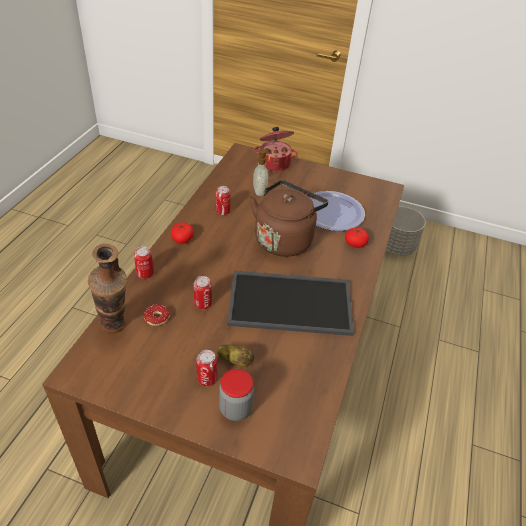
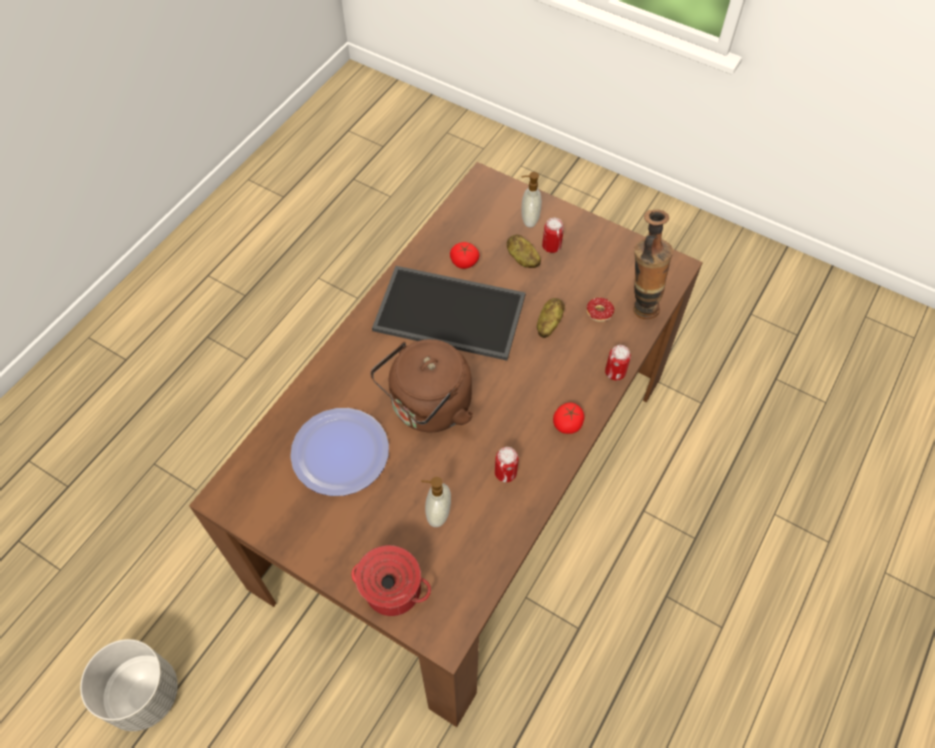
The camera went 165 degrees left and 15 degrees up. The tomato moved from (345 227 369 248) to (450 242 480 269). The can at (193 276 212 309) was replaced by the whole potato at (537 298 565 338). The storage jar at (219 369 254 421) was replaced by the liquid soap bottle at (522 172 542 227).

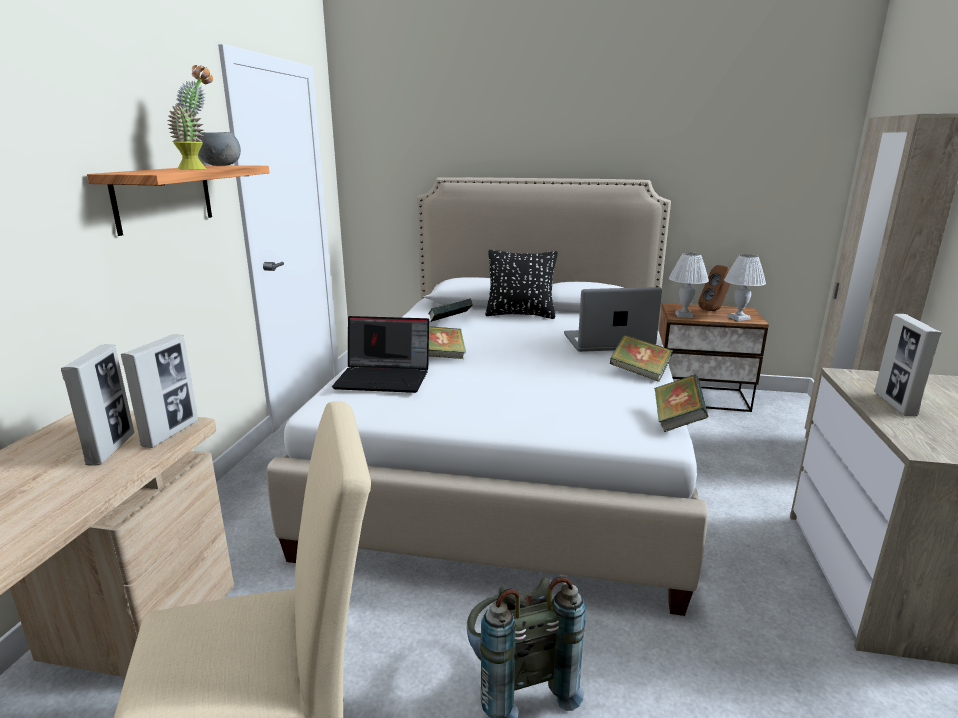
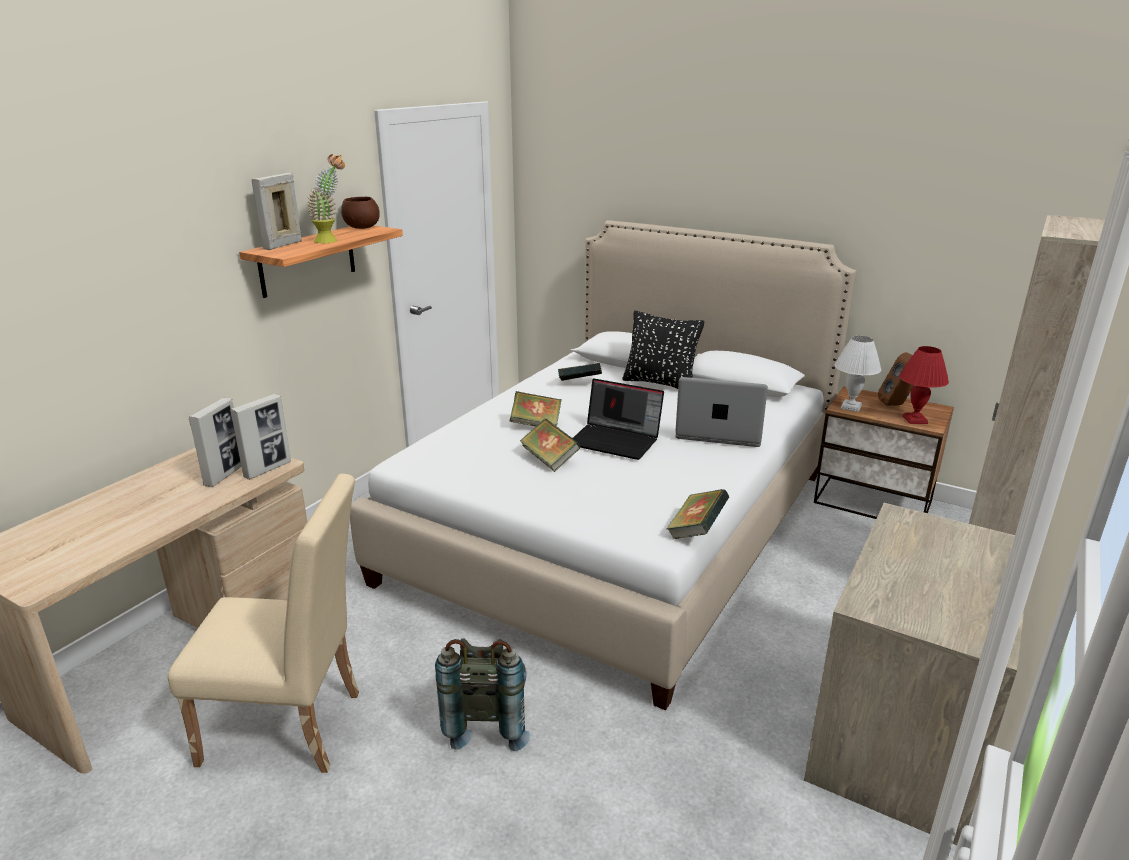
The camera went 20 degrees right and 5 degrees up. The greyish deep dish at (197 132 241 166) became the brownish deep dish at (341 197 380 229). The whitish tabletop lamp at (724 254 766 321) became the red tabletop lamp at (899 346 949 424). The photo frame moved from (874 314 942 416) to (252 173 302 250). The laptop moved from (332 316 429 393) to (573 378 664 460). The book moved from (610 334 673 382) to (520 419 581 472).

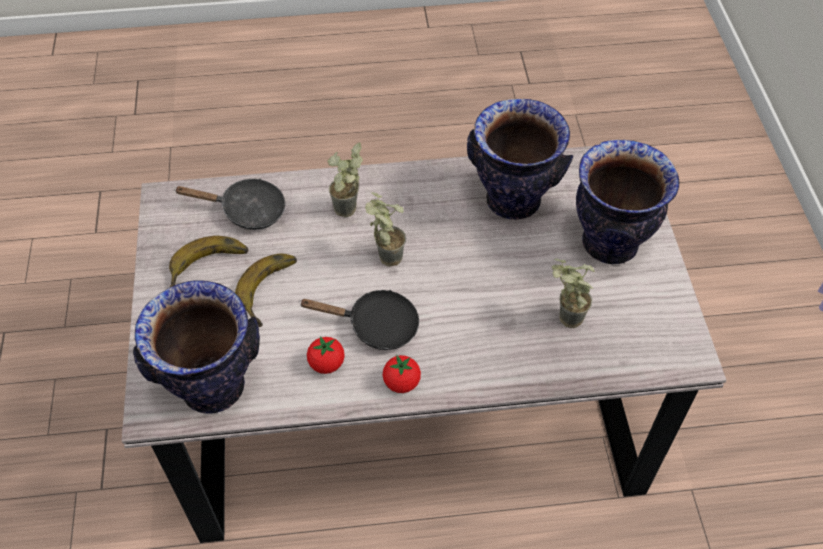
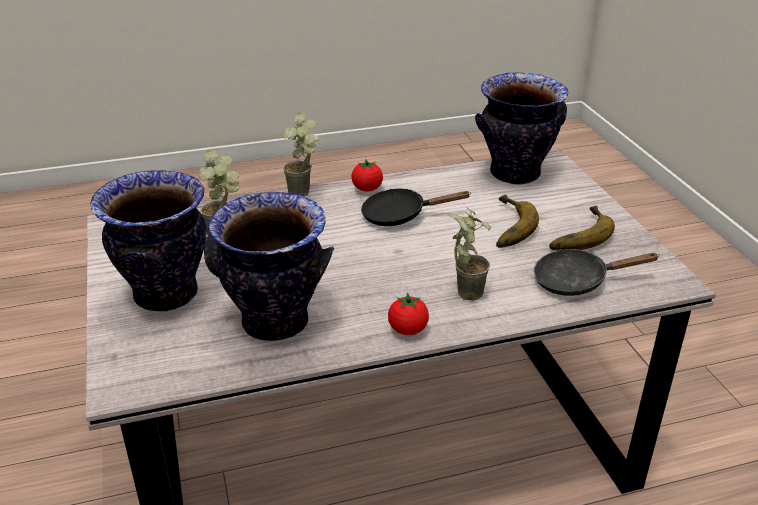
The camera went 170 degrees right and 20 degrees down. The plant in a pot moved from (365 192 406 267) to (283 112 319 196). The tomato moved from (307 336 345 374) to (388 293 429 335).

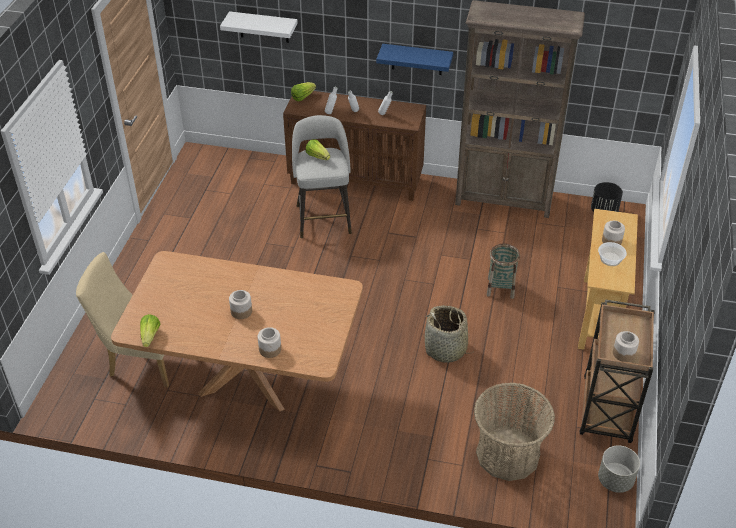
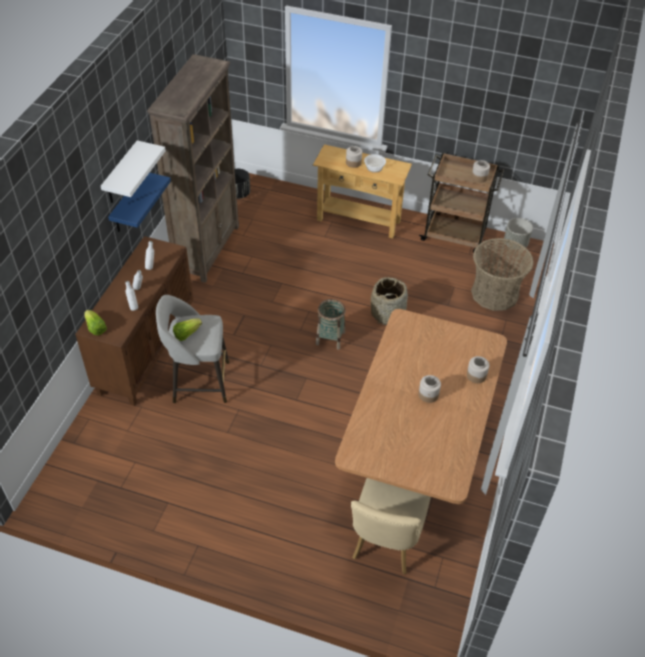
The camera went 85 degrees left and 5 degrees up. The whitish shelf moved from (220 11 298 43) to (101 140 166 203). The household basket moved from (487 244 520 299) to (316 299 346 350). The lettuce head at (140 314 161 347) disappeared.

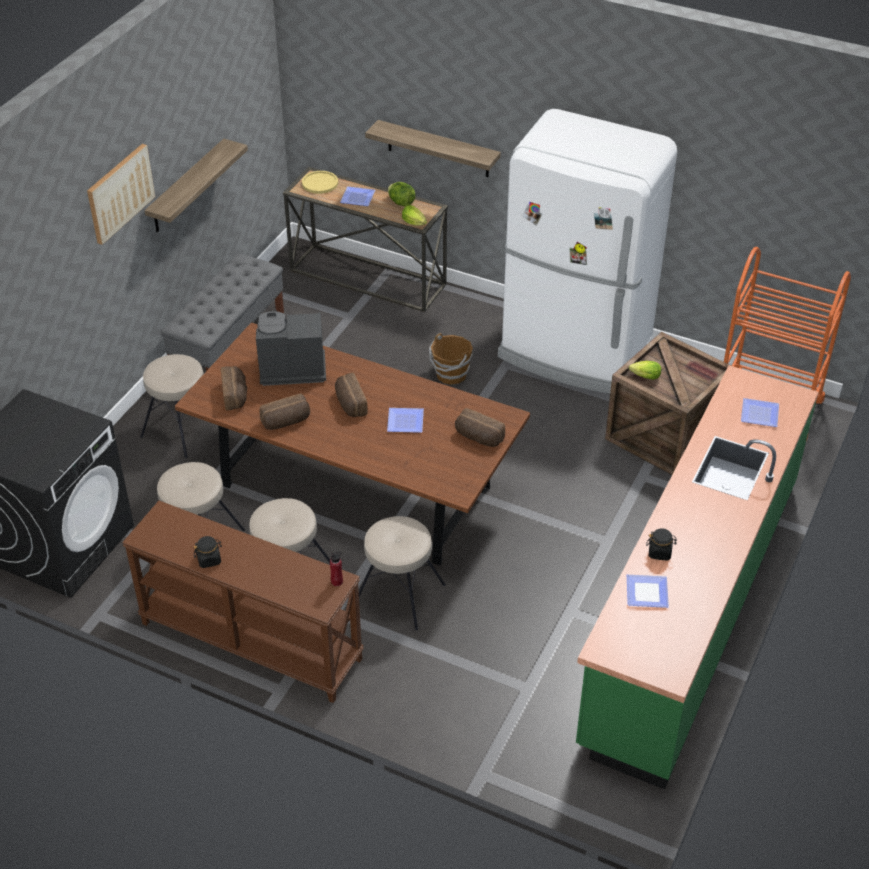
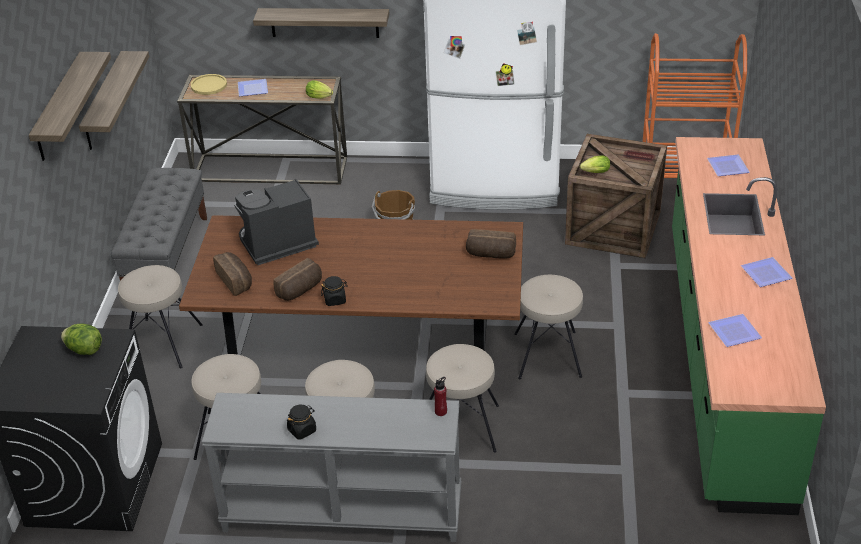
The camera went 20 degrees left and 5 degrees down. The wall picture at (87 144 155 245) was replaced by the shelf at (29 52 111 161). The lettuce head moved from (388 182 415 207) to (61 323 102 355). The bakery bread at (335 373 368 417) disappeared. The plate moved from (387 408 424 433) to (741 257 793 287). The brownish console table at (122 501 364 703) became the greyish console table at (202 393 461 542). The blackish storage jar moved from (646 529 677 561) to (321 276 348 306). The sand-coloured sitting stool at (514 275 583 379) appeared.

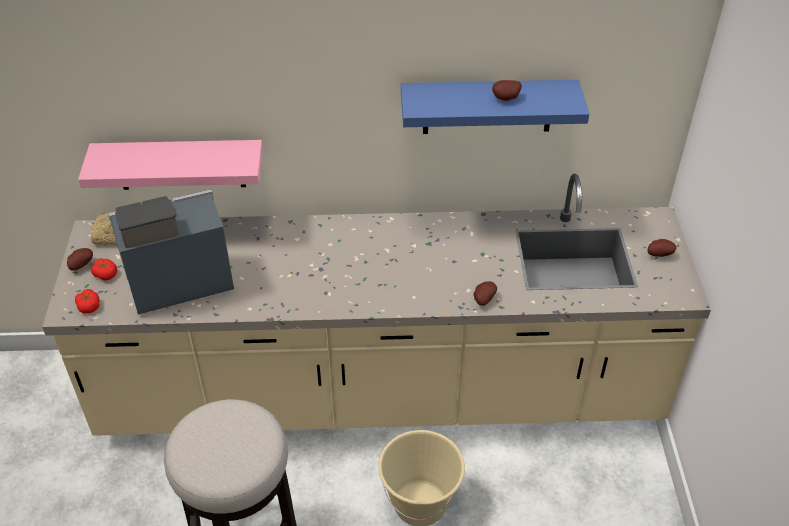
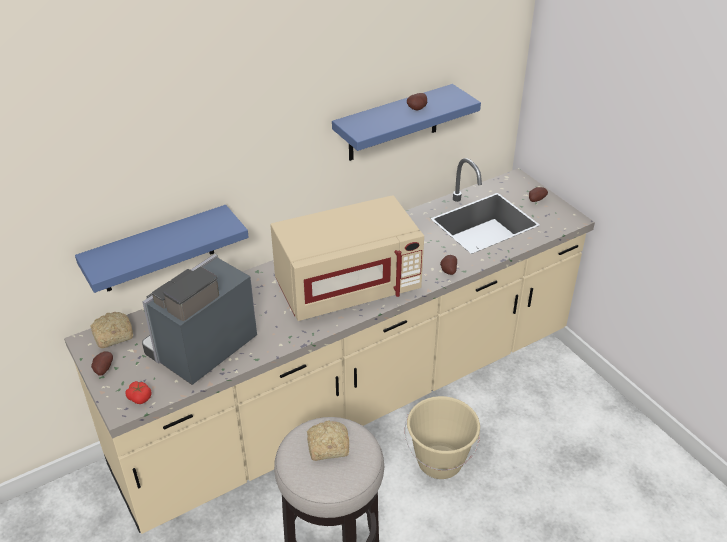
The camera went 30 degrees left and 5 degrees down. The pink shelf at (78 140 263 190) became the bluish shelf at (75 205 249 293). The tomato at (91 258 117 280) disappeared. The sand-coloured microwave oven at (270 195 424 321) appeared. The bakery bread at (307 420 349 461) appeared.

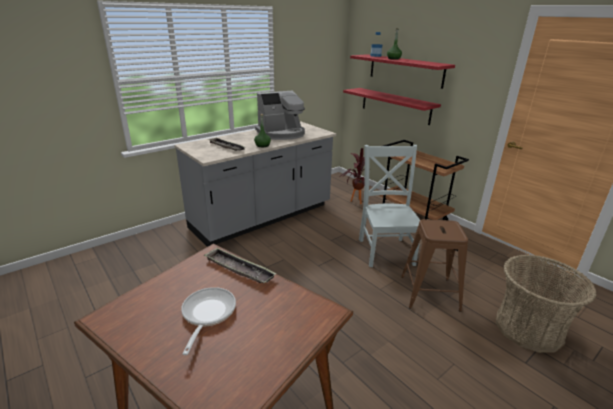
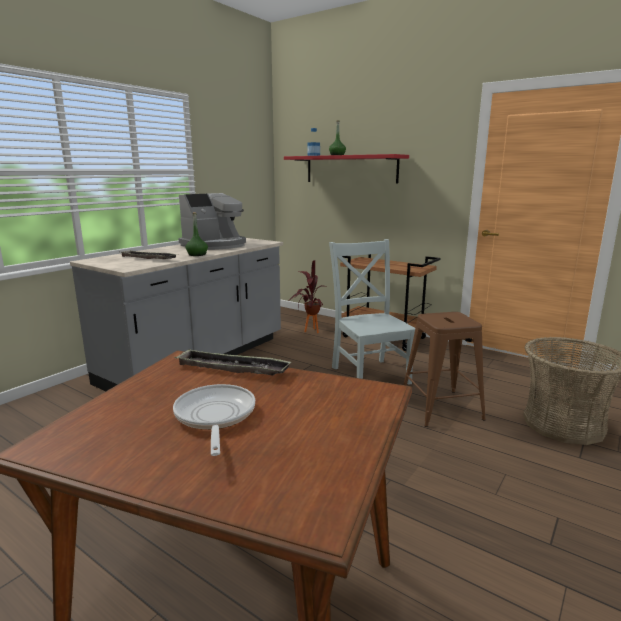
The camera went 15 degrees left and 10 degrees down. The red shelf at (343 88 441 125) disappeared.

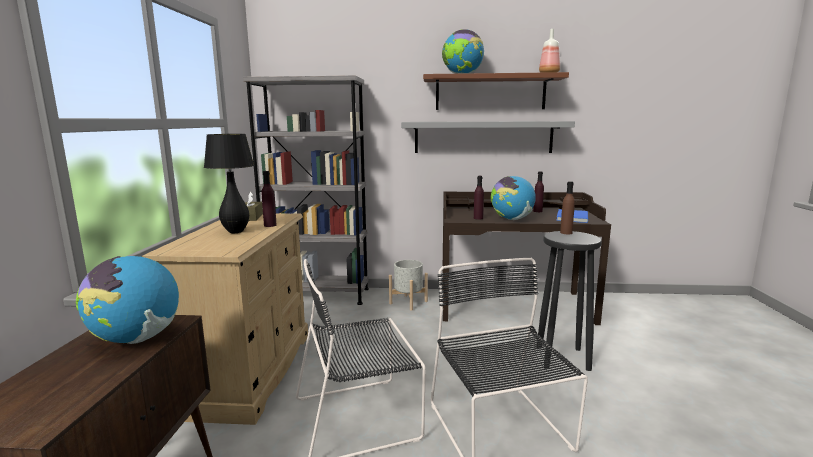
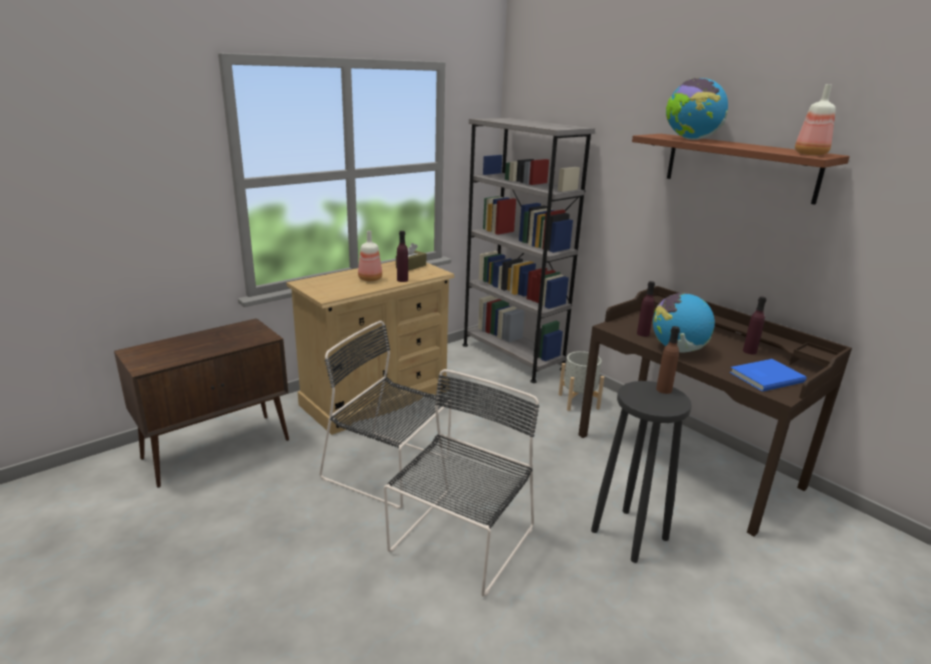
The camera went 45 degrees right and 10 degrees up. The greyish shelf at (401 121 575 153) disappeared. The blackish tabletop lamp at (204 134 254 233) was replaced by the beverage bottle at (358 230 382 281). The desk globe at (76 256 179 344) disappeared.

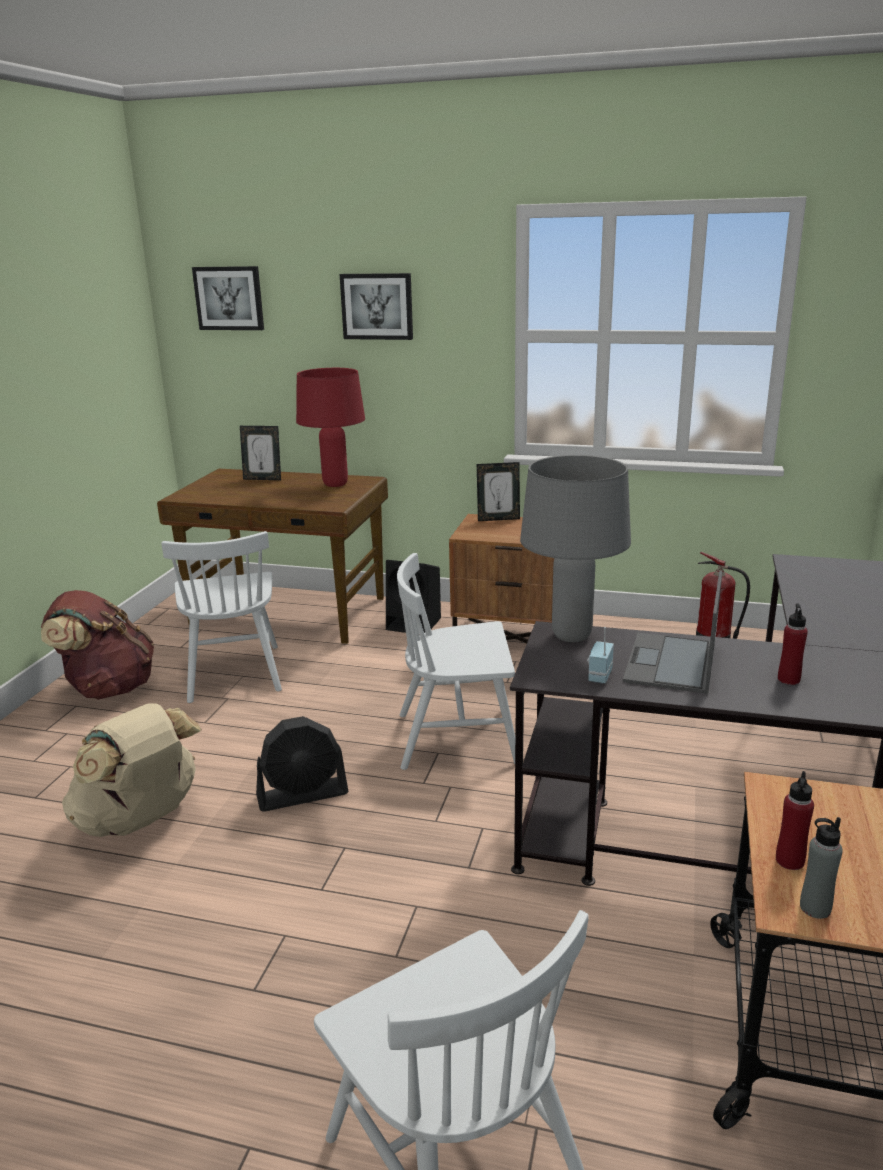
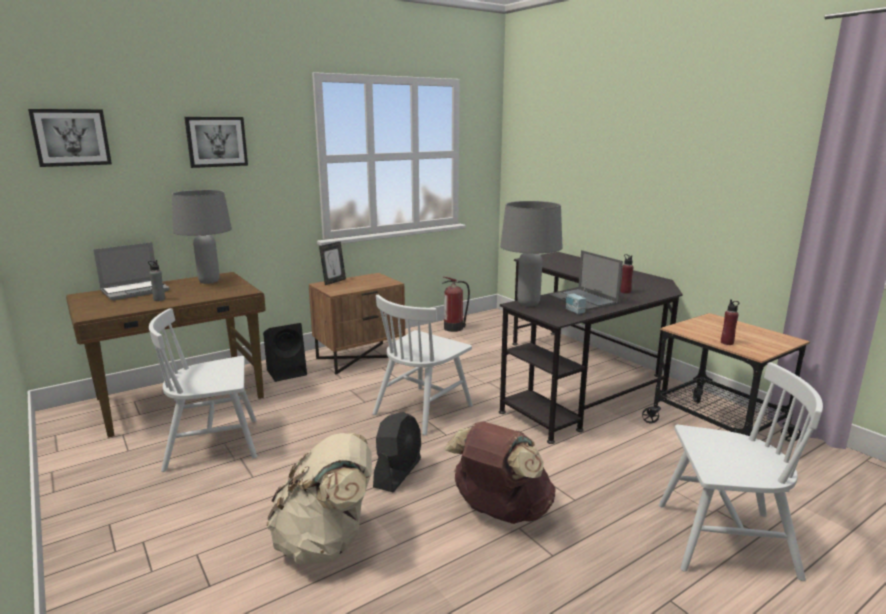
The camera went 50 degrees left and 5 degrees down. The red tabletop lamp at (296 368 365 487) became the greyish tabletop lamp at (172 190 232 284). The photo frame at (240 426 281 480) was replaced by the laptop at (93 242 170 301). The whitish plain chair at (161 531 282 703) turned 135 degrees clockwise. The brownish backpack moved from (41 590 154 700) to (445 421 556 524). The greyish beverage bottle moved from (800 817 843 919) to (148 260 165 301).

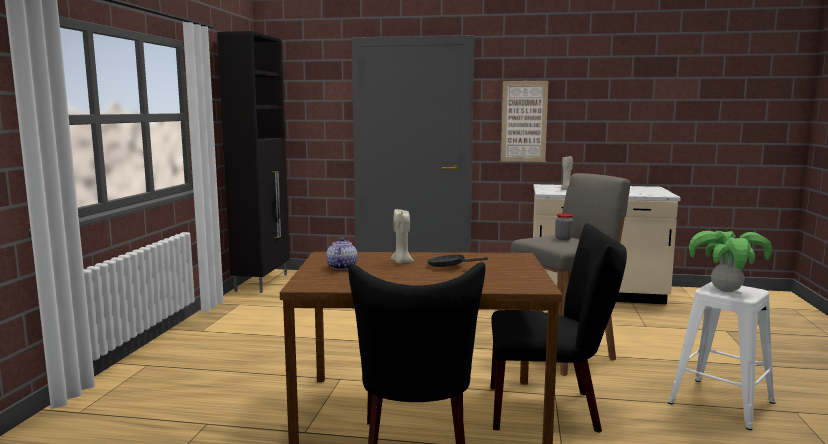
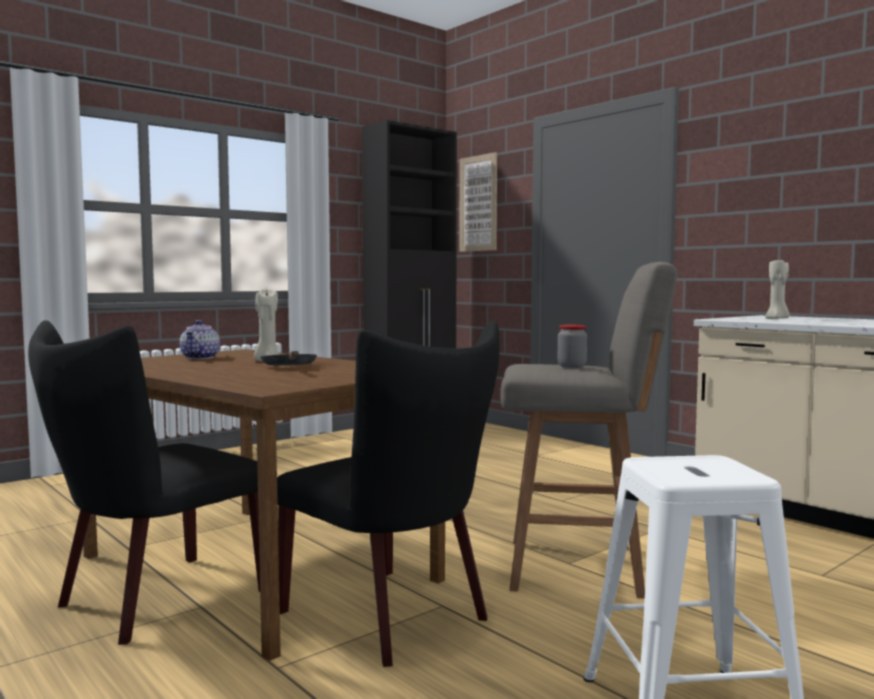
The camera went 40 degrees right and 5 degrees down. The wall picture moved from (501 81 549 162) to (459 152 497 252). The plant in a pot at (689 231 772 292) disappeared. The tea pot at (326 238 358 270) turned 135 degrees clockwise.

